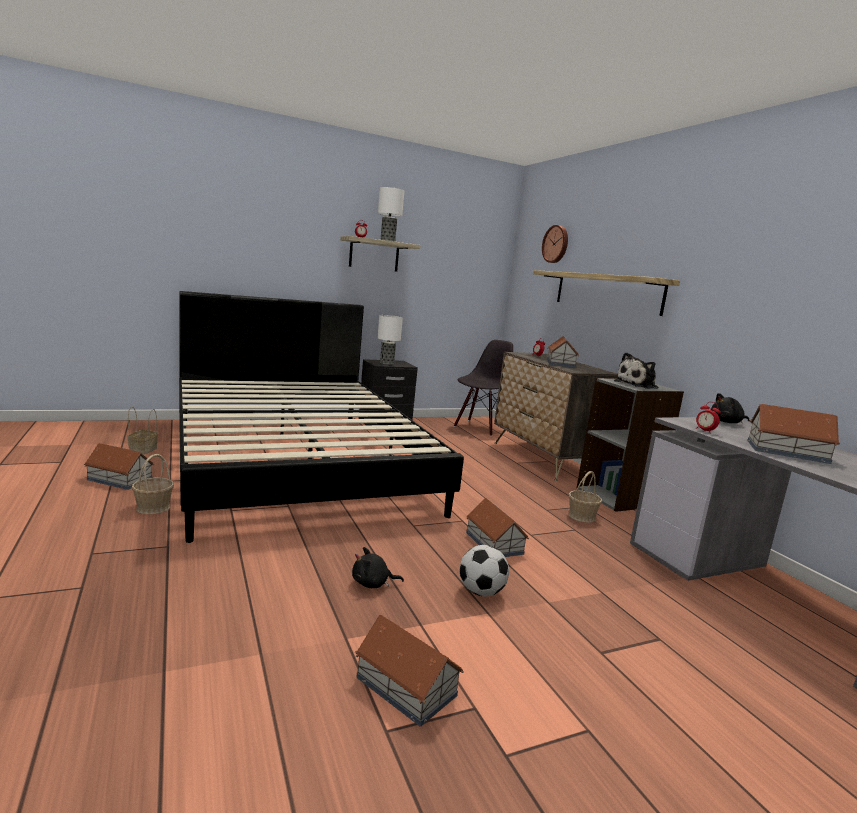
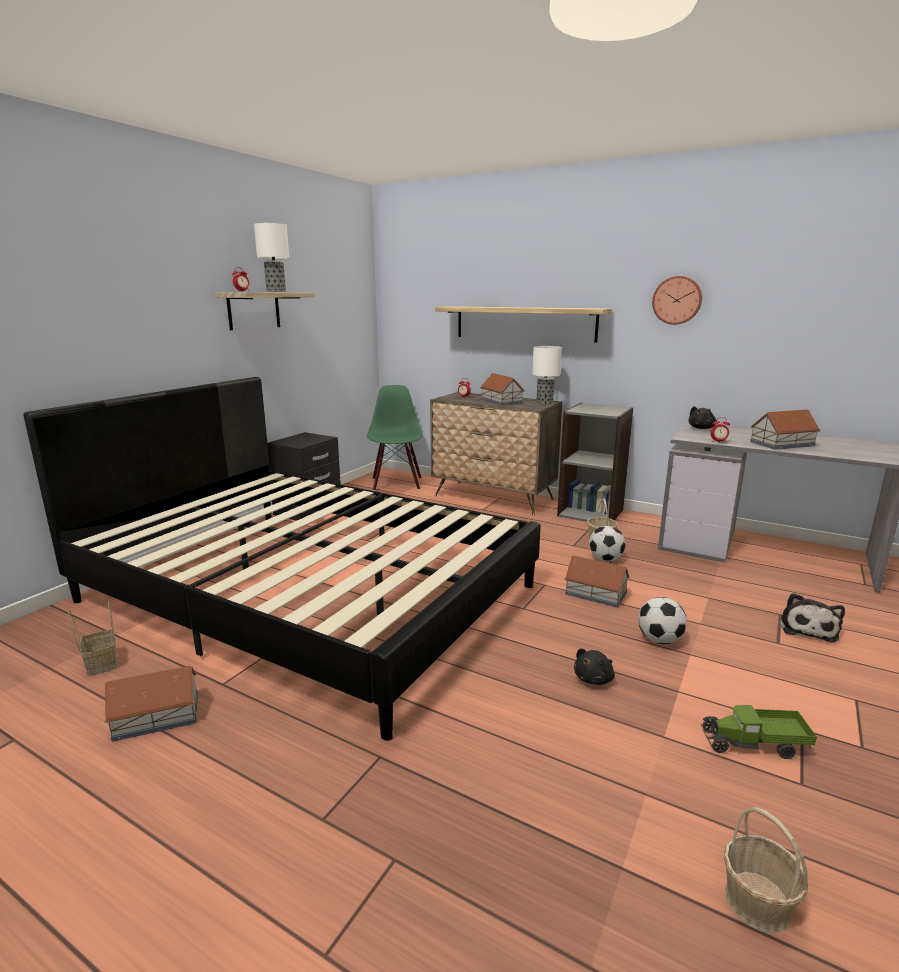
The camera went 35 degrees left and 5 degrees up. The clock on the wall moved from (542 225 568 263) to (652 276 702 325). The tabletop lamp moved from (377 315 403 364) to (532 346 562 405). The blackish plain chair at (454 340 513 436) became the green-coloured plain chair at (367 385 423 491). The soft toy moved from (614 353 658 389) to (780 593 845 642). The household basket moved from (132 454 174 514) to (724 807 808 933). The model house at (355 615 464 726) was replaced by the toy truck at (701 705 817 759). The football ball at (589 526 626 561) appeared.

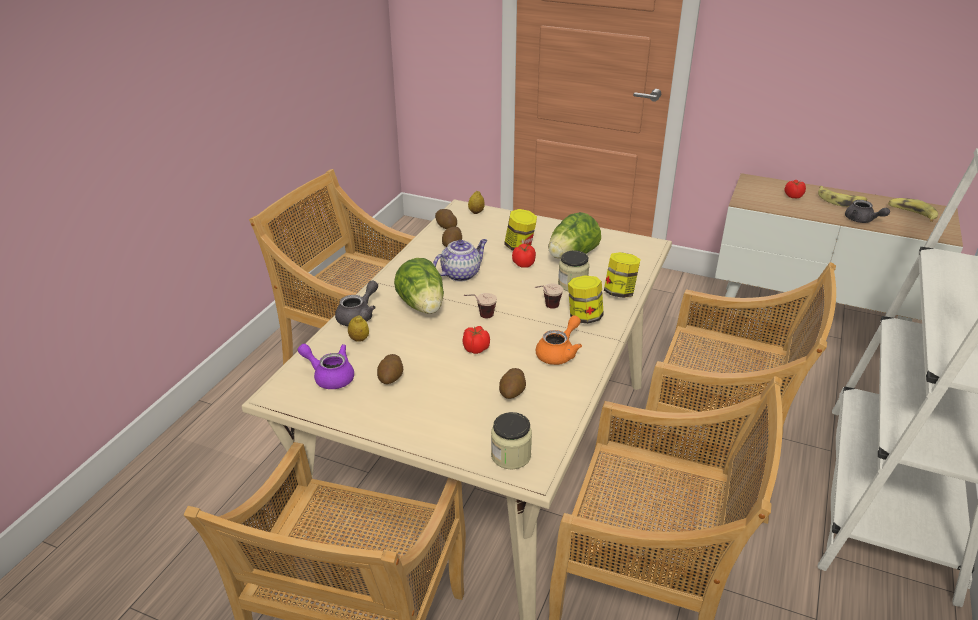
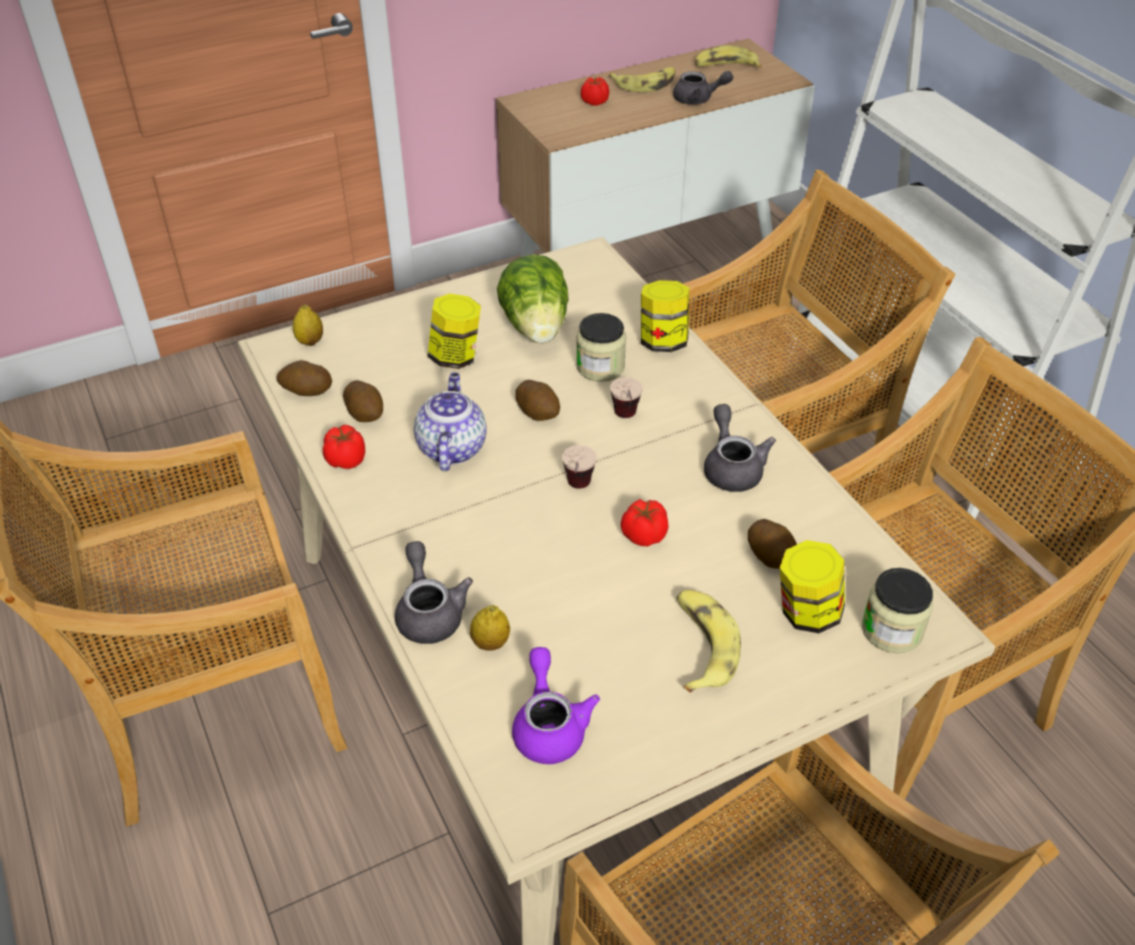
The camera went 50 degrees left and 10 degrees up. The tomato moved from (512 244 536 267) to (323 425 365 469). The lettuce head at (394 258 444 314) disappeared. The storage jar moved from (568 275 604 324) to (780 540 845 633). The orange-coloured tea pot at (536 315 582 365) became the greyish tea pot at (704 404 776 492). The purple-coloured tea pot at (298 344 354 389) turned 105 degrees clockwise. The whole potato moved from (377 354 403 384) to (515 380 560 421). The banana fruit at (676 590 741 693) appeared.

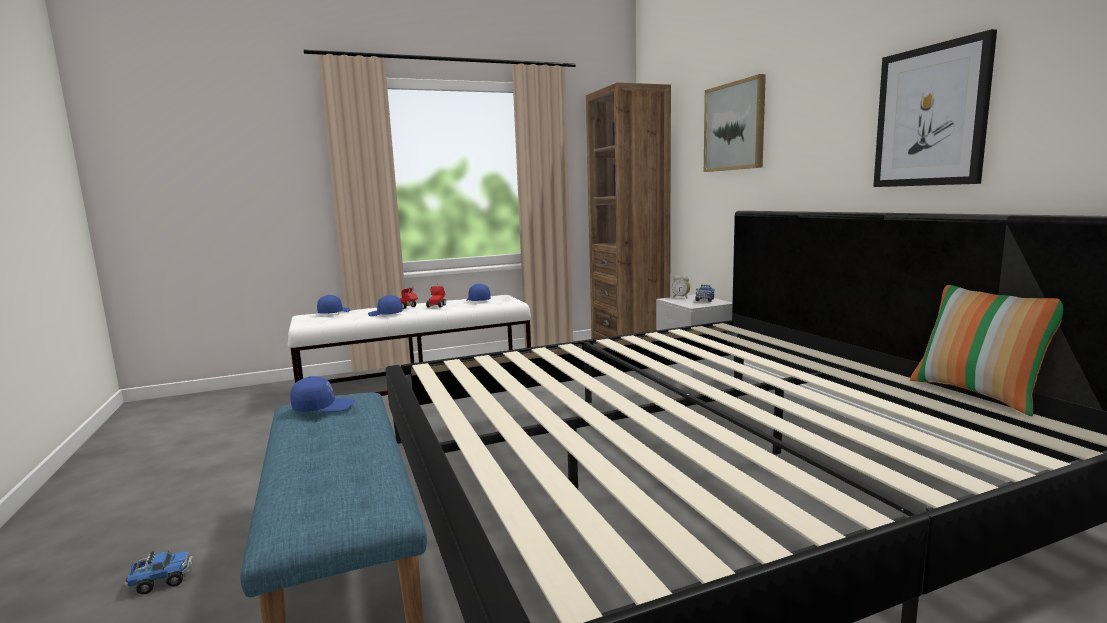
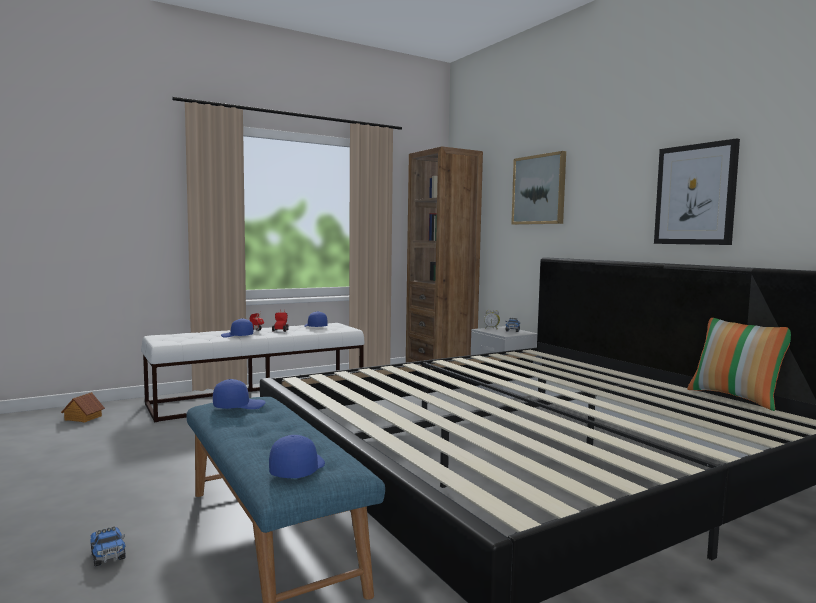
The camera went 10 degrees left and 5 degrees down. The bluish cap moved from (317 295 350 314) to (269 435 325 478). The toy truck at (125 550 194 595) turned 90 degrees clockwise. The model house at (61 392 105 423) appeared.

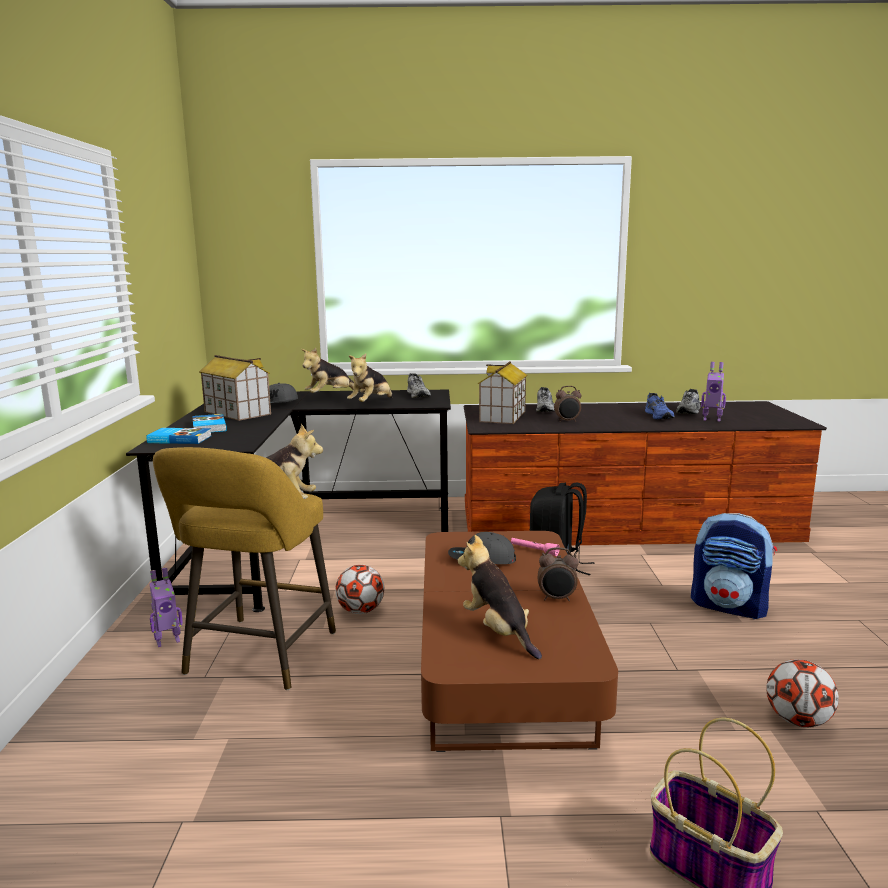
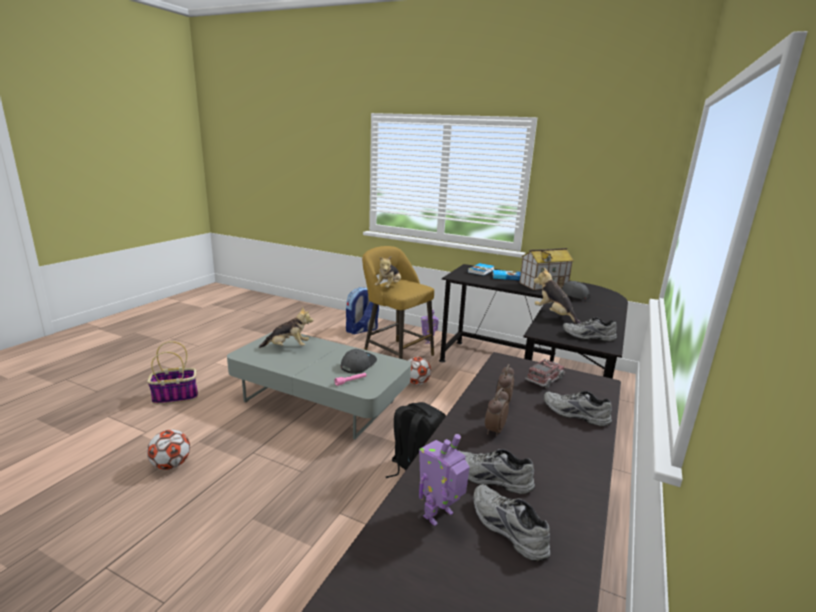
The camera went 115 degrees right and 5 degrees up. The soft toy at (301 348 360 393) disappeared. The model house at (478 361 527 424) was replaced by the toy truck at (525 359 565 389). The bluish low shoe at (645 393 675 419) became the greyish low shoe at (458 449 535 494). The backpack moved from (691 513 777 619) to (346 287 379 334). The brownish lounge table at (421 531 618 752) became the greyish lounge table at (227 332 411 440). The table clock moved from (538 547 579 601) to (485 388 509 436).

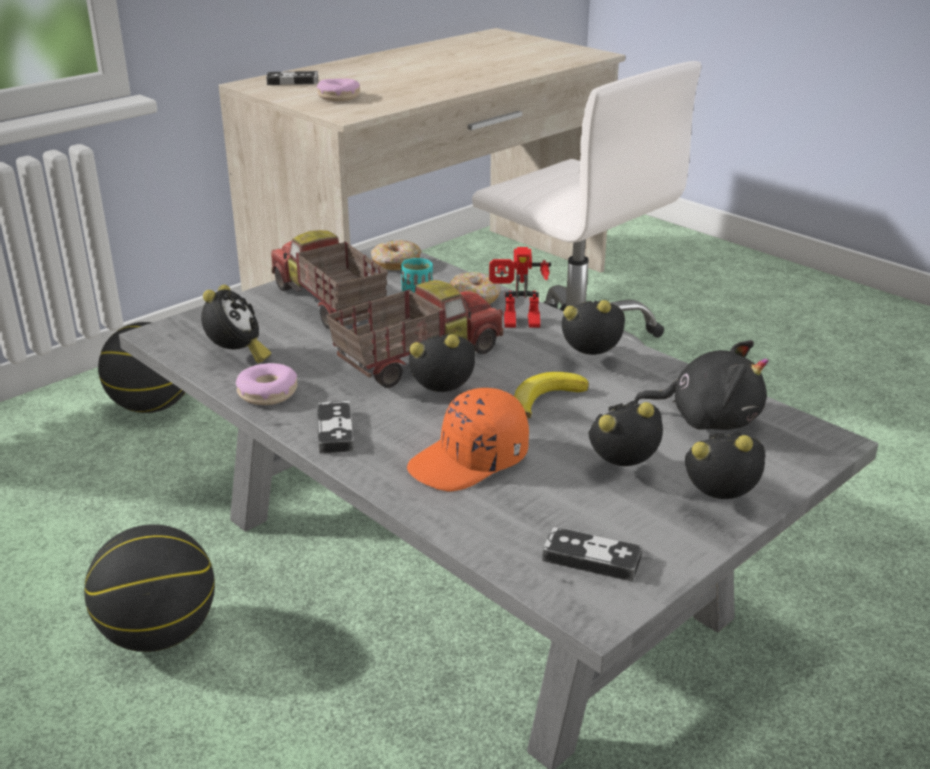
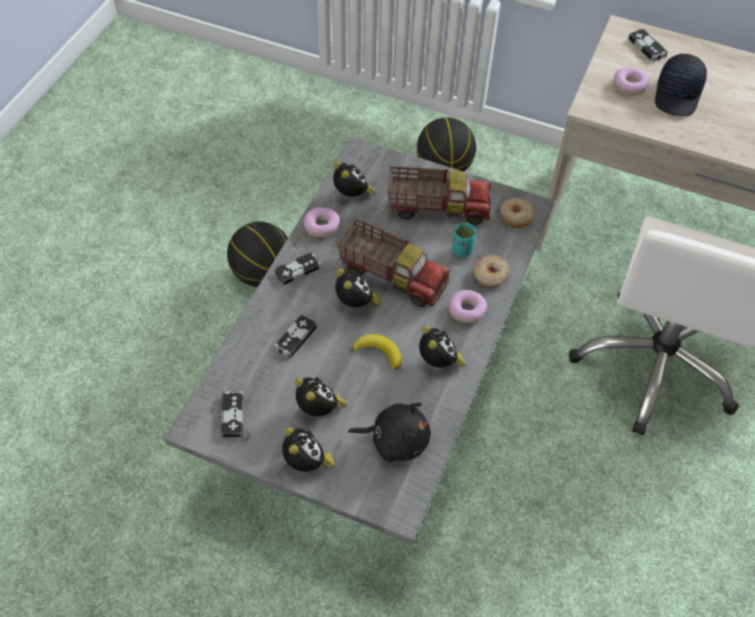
The camera went 65 degrees right and 25 degrees up. The toy truck at (271 230 388 329) turned 60 degrees clockwise. The robot figure at (489 247 551 327) was replaced by the donut at (448 290 487 323). The table clock at (201 285 271 363) turned 105 degrees counterclockwise. The blackish soft toy at (634 340 769 430) turned 75 degrees counterclockwise. The orange-coloured cap at (407 388 529 492) was replaced by the game controller at (274 314 317 359). The blackish cap at (655 54 707 116) appeared.

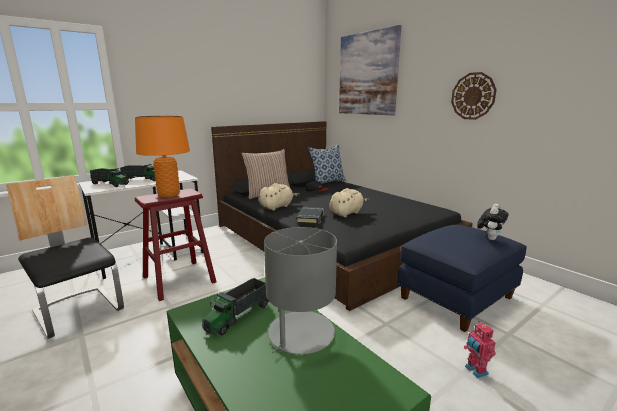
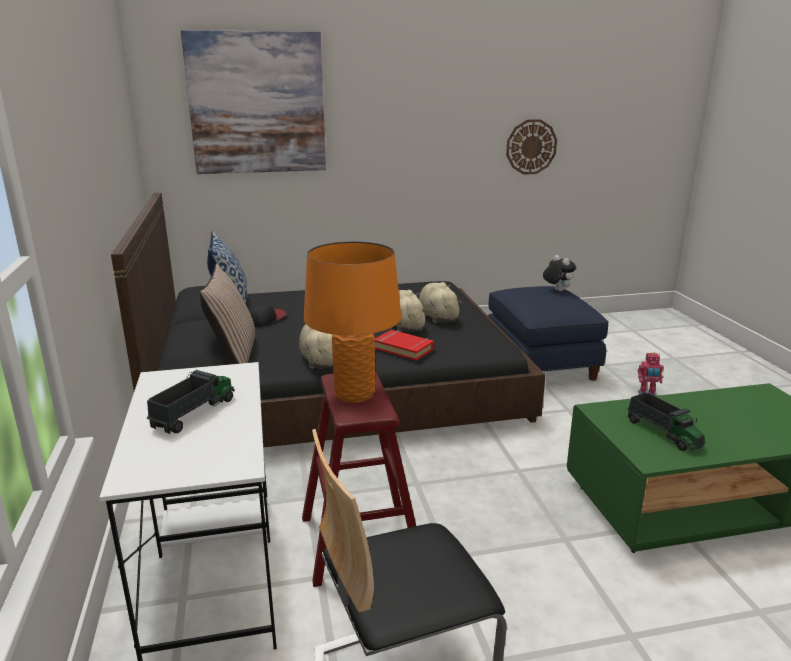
The camera went 65 degrees left and 5 degrees up. The clock on the wall moved from (451 72 497 120) to (506 119 557 175). The toy truck at (90 168 129 187) disappeared. The blackish book at (297 207 324 225) became the red book at (374 330 434 361). The greyish tabletop lamp at (264 227 337 354) disappeared. The sand-coloured soft toy at (419 282 462 323) appeared.

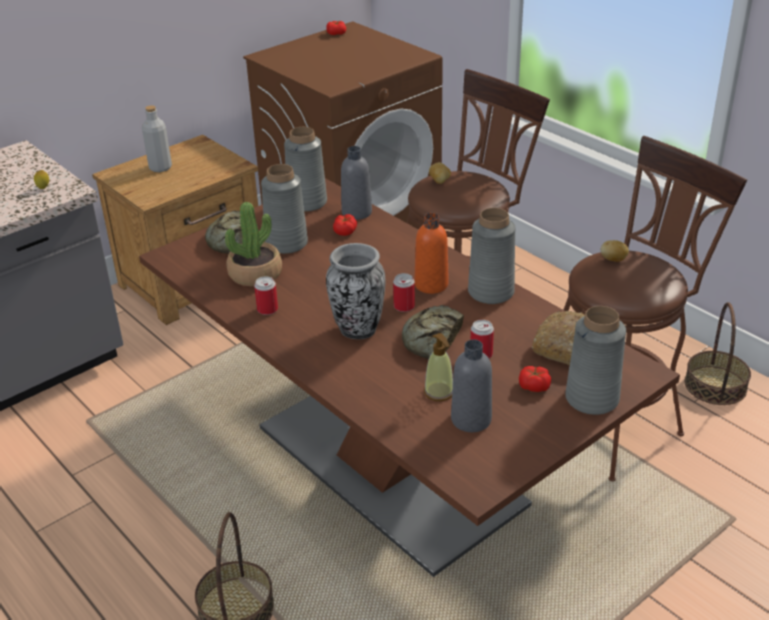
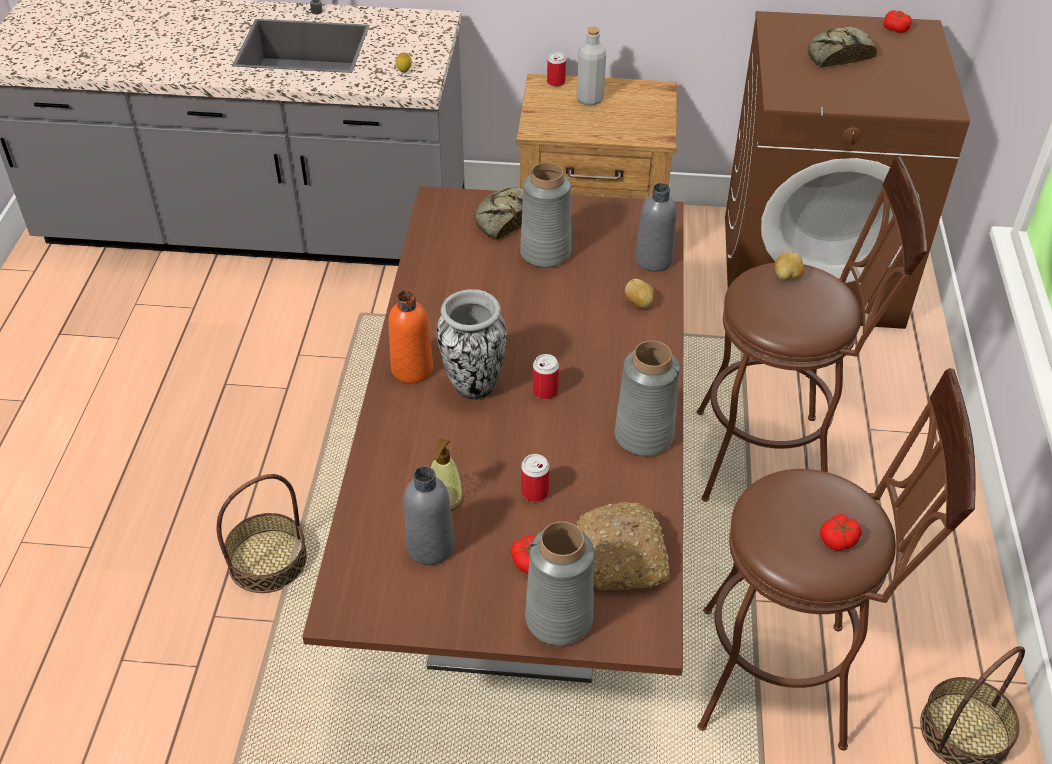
The camera went 45 degrees right and 10 degrees up. The greyish vase at (284 127 327 212) disappeared. The plant in a pot at (225 202 282 286) disappeared. The orange-coloured beverage bottle moved from (414 213 449 294) to (388 290 433 383). The tomato moved from (333 214 357 236) to (820 514 862 551). The whole potato moved from (601 240 629 262) to (625 279 654 308). The can moved from (254 276 278 315) to (547 52 566 87). The bakery bread moved from (402 305 464 359) to (807 26 877 68).

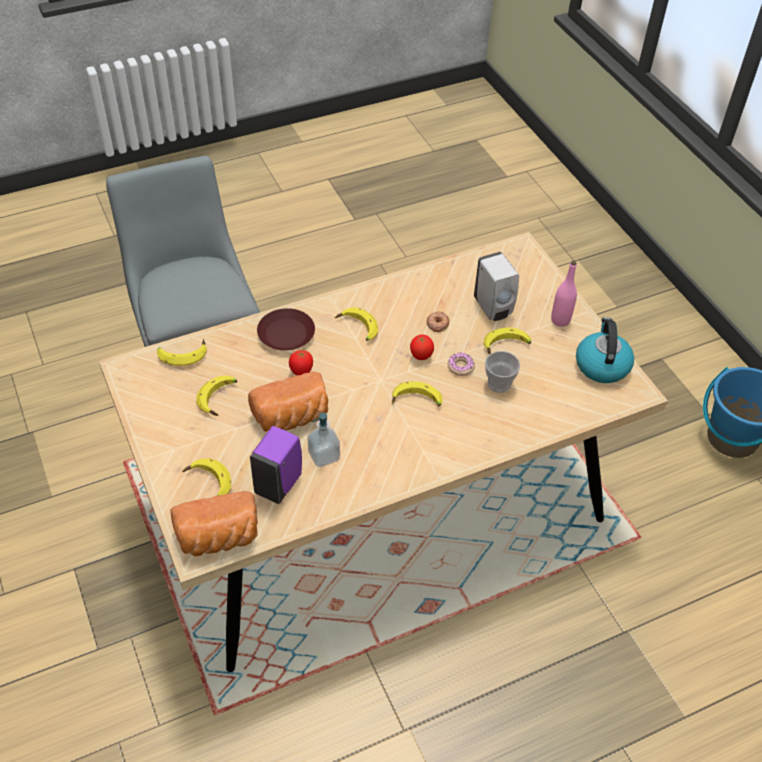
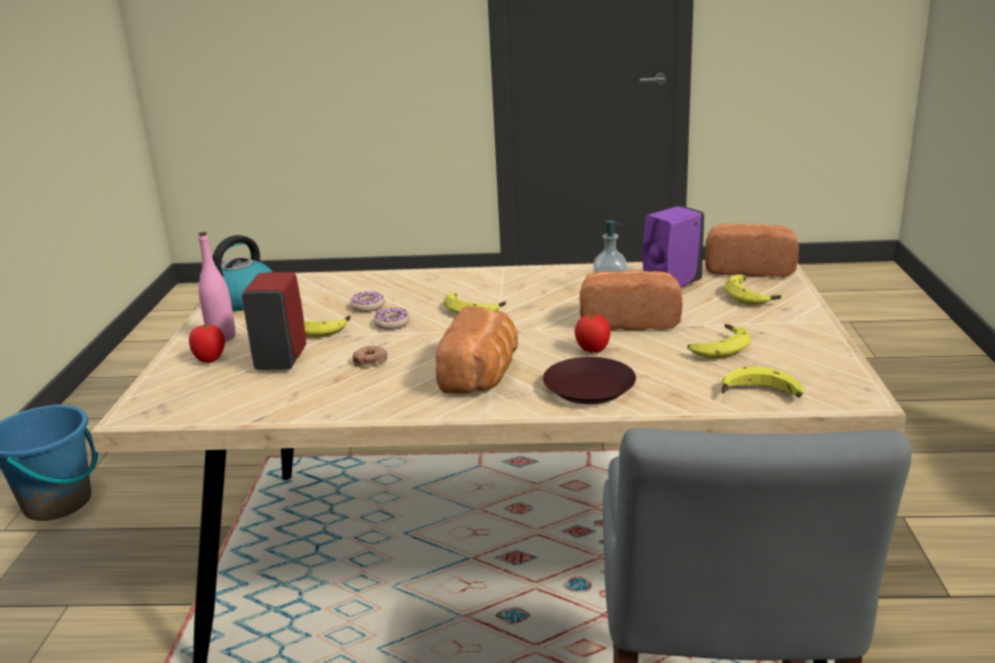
The camera went 150 degrees left and 25 degrees down. The whitish liquid soap bottle at (474 252 519 321) became the red liquid soap bottle at (242 272 306 370). The banana fruit at (335 307 378 341) was replaced by the bakery bread at (436 306 518 394). The tomato moved from (410 334 434 360) to (189 324 225 363). The small cup at (485 351 520 393) was replaced by the donut at (350 291 385 312).

